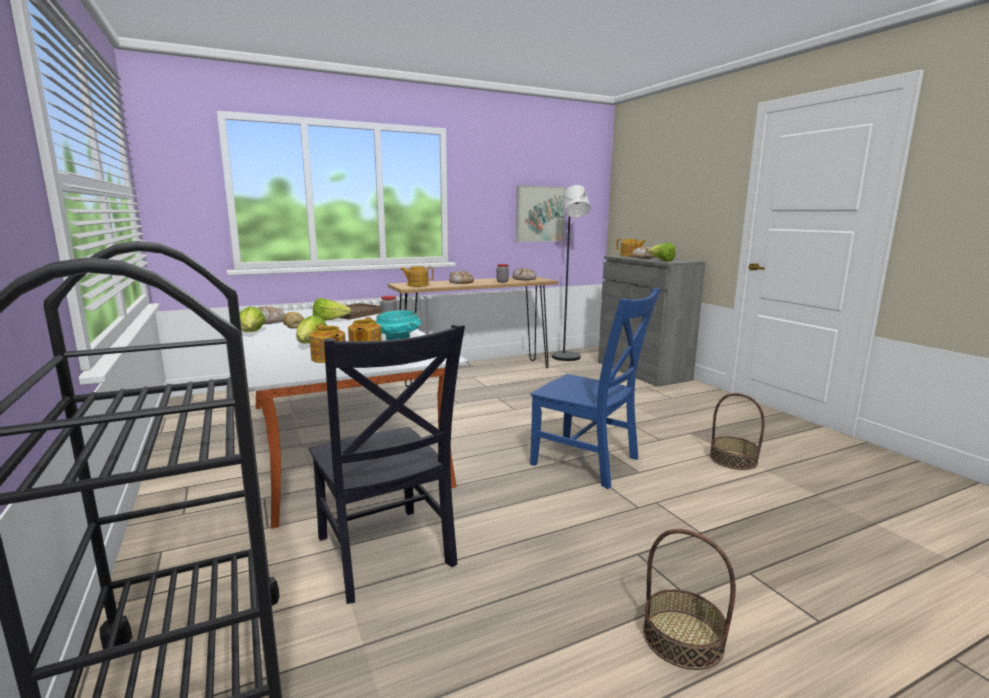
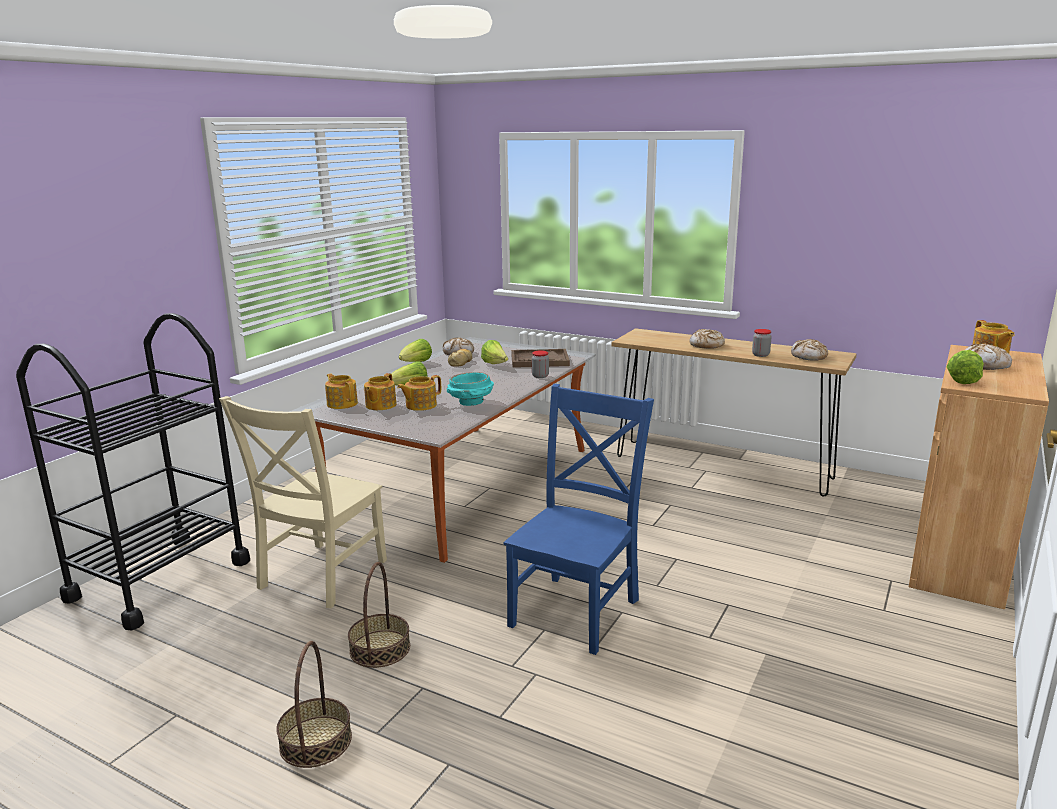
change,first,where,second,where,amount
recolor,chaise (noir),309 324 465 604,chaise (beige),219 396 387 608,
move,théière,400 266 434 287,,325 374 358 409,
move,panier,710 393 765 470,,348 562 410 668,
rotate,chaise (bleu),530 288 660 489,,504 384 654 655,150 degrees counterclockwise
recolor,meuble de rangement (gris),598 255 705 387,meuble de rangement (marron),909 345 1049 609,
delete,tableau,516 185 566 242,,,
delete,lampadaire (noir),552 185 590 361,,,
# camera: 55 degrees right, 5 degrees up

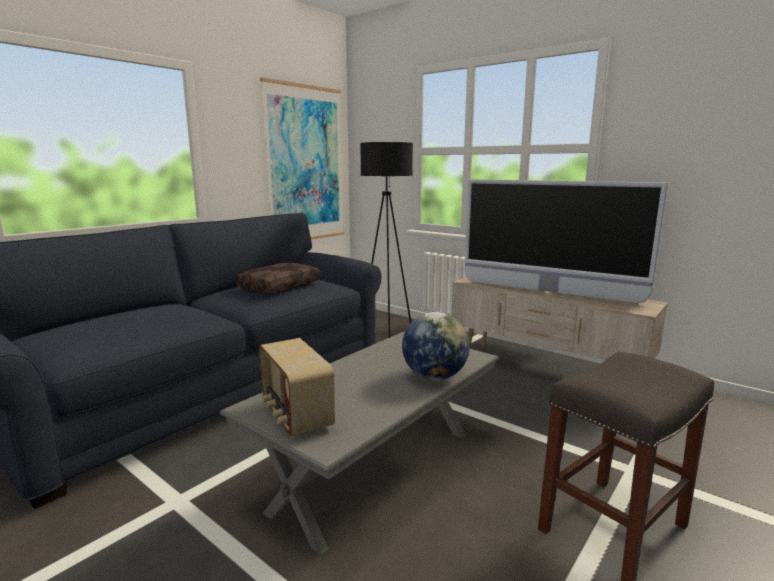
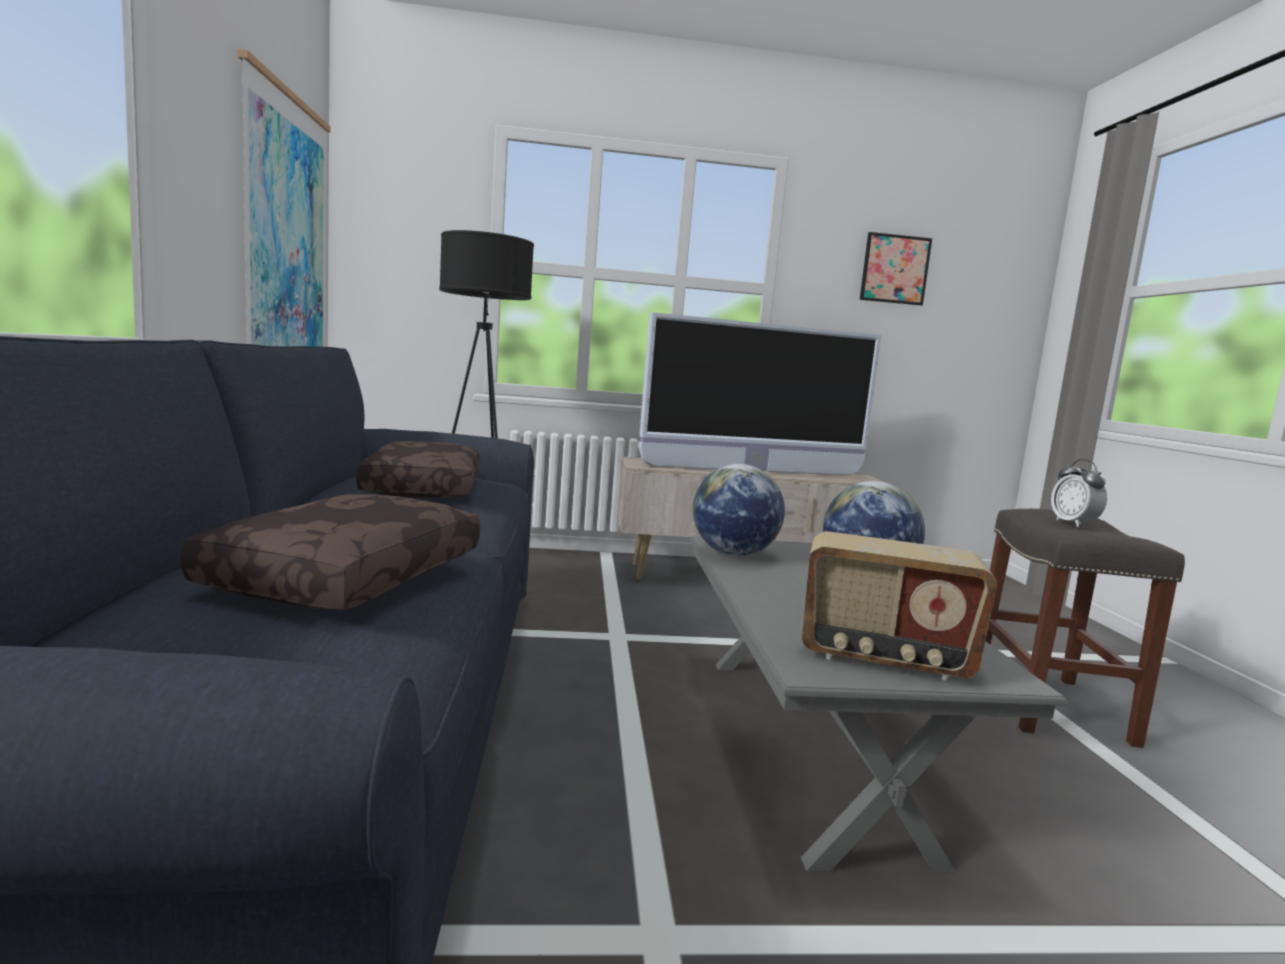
change,first,where,second,where,amount
insert,,,coussin (marron),181 494 480 610,
insert,,,globe,693 464 785 556,
insert,,,tableau,860 232 932 305,
insert,,,réveil,1051 459 1107 527,
# camera: 45 degrees left, 5 degrees down

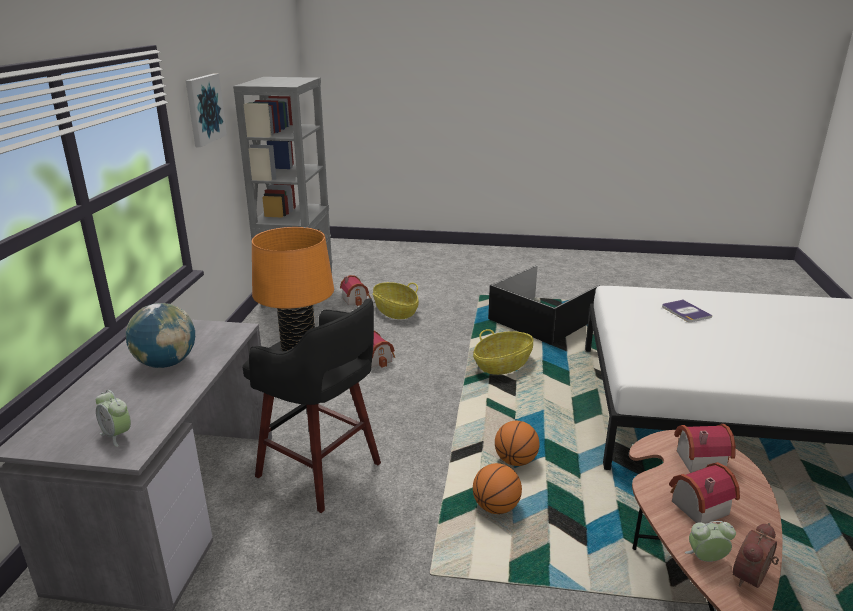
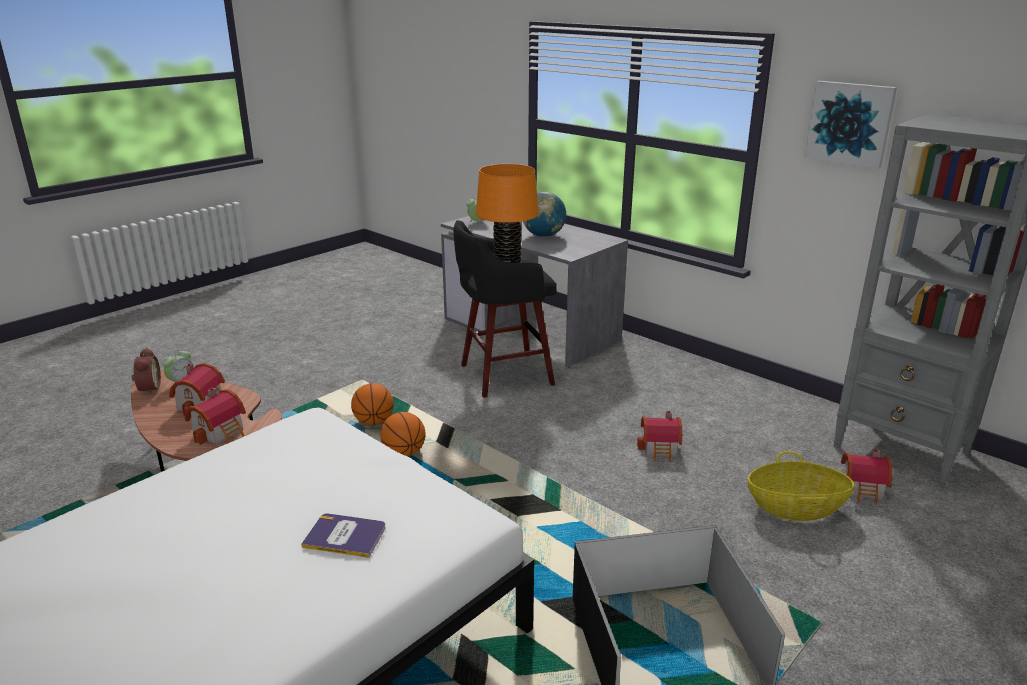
change,first,where,second,where,amount
delete,panier,473 329 533 375,,,
# camera: 125 degrees right, 0 degrees up

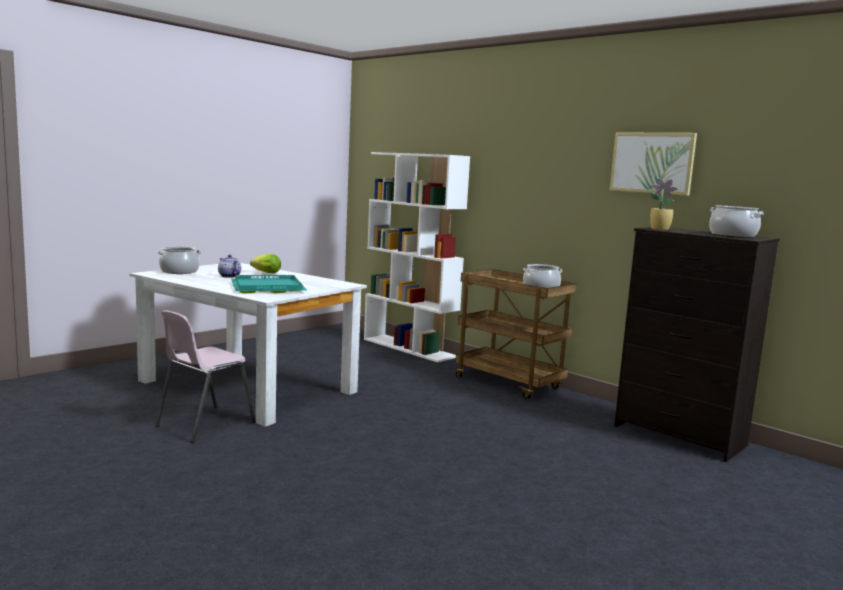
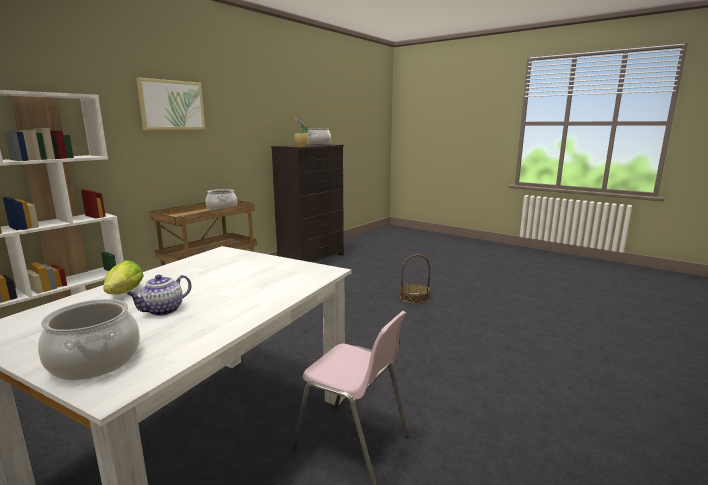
change,first,where,second,where,amount
move,tableau,610 132 697 196,,136 77 205 130,
insert,,,panier,400 254 430 304,
delete,plateau (turquoise),231 275 307 294,,,
# camera: 95 degrees left, 5 degrees up

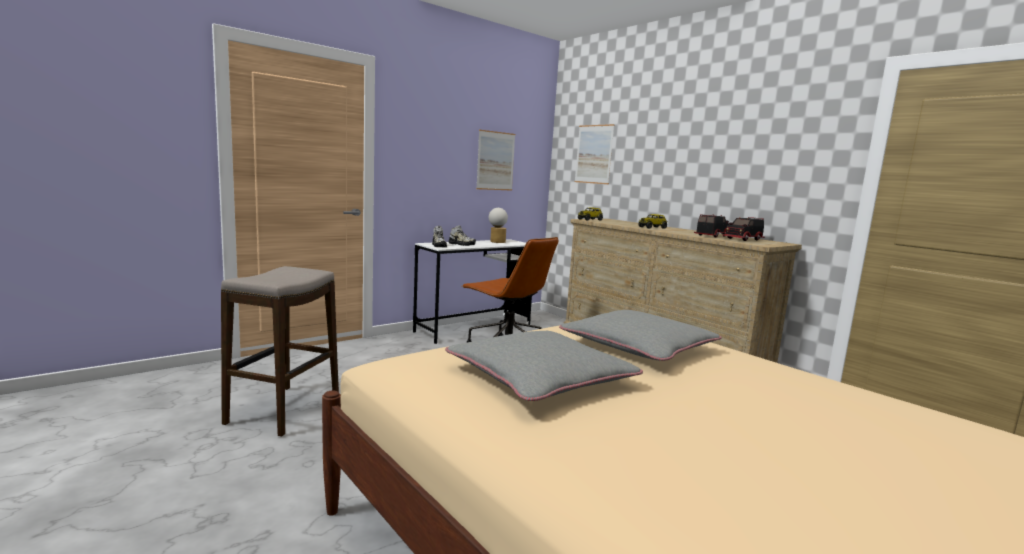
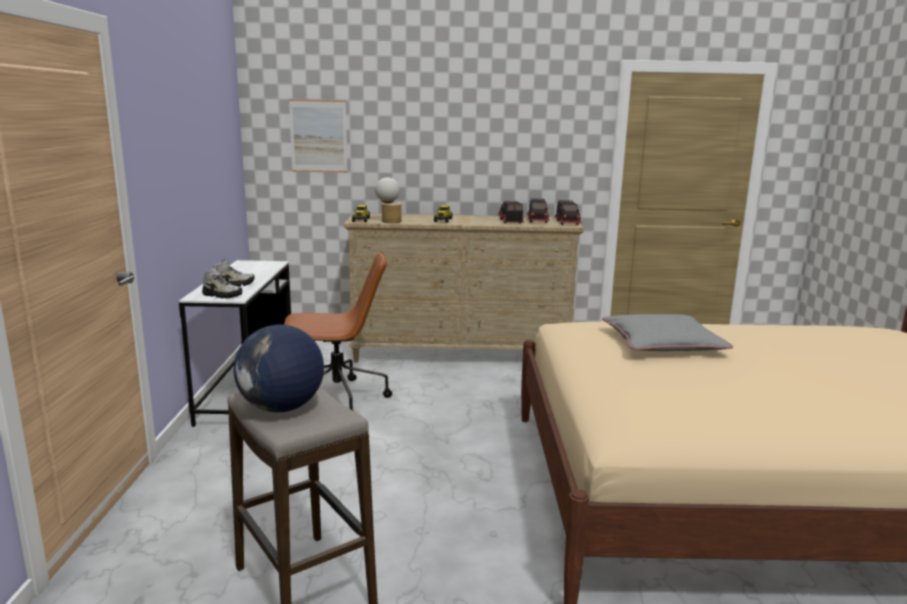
change,first,where,second,where,amount
insert,,,globe,234 324 324 412,
move,lampe de table,489 208 508 243,,375 177 402 223,
insert,,,camion jouet,555 200 581 225,
delete,coussin (gris),445 331 643 401,,,
delete,tableau,476 130 516 191,,,
# camera: 50 degrees left, 5 degrees up

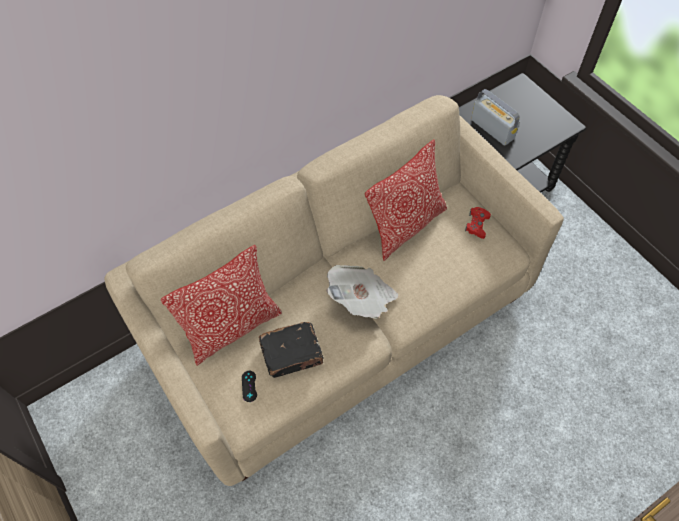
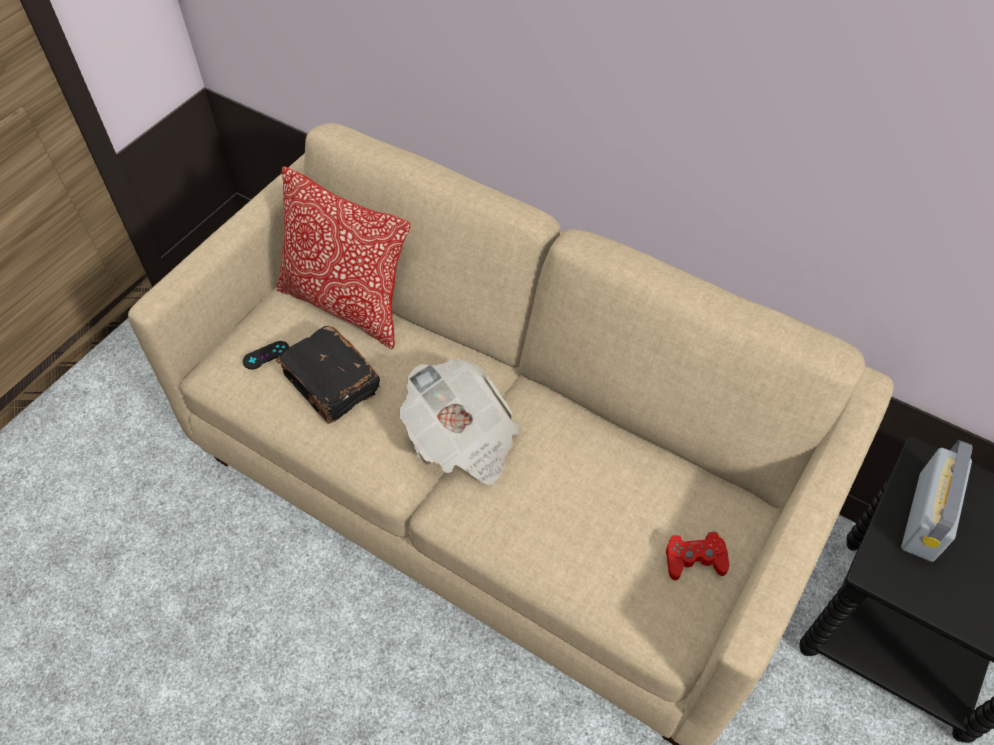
change,first,where,second,where,amount
delete,coussin,365 140 447 261,,,
# camera: 65 degrees right, 5 degrees down

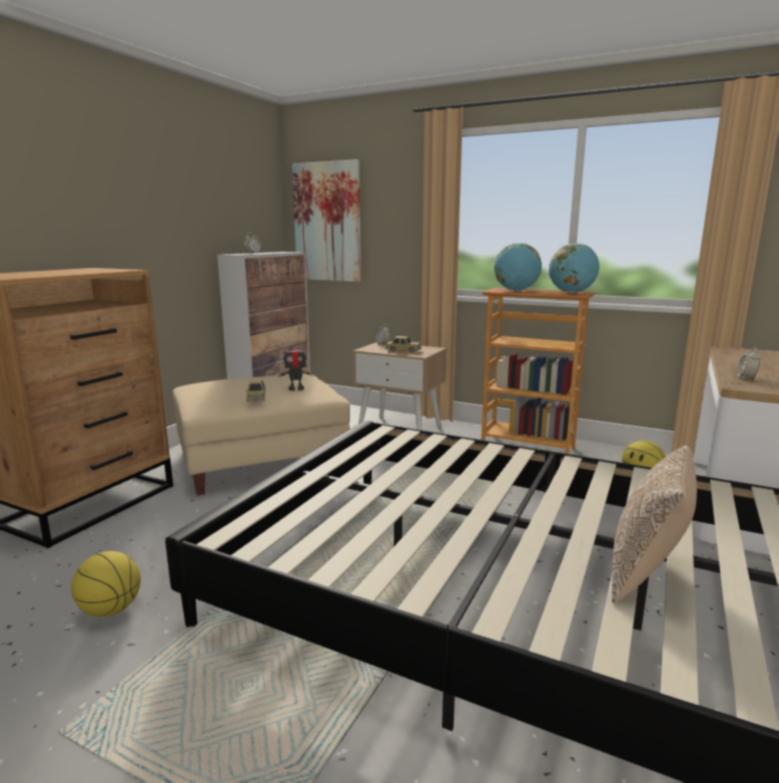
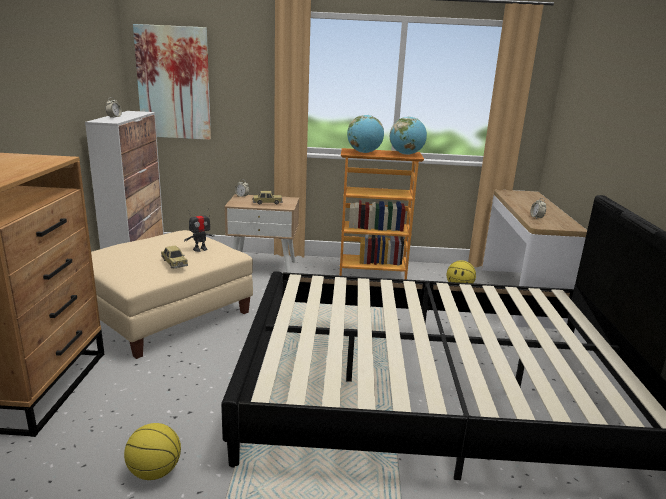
change,first,where,second,where,amount
delete,coussin,612 445 697 604,,,
# camera: 25 degrees left, 5 degrees up

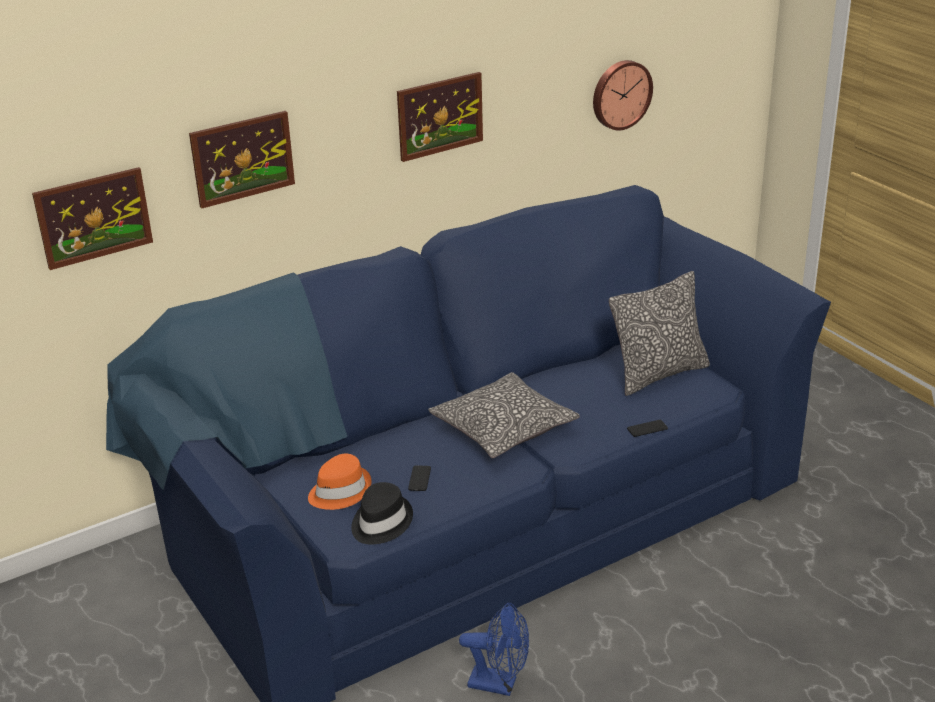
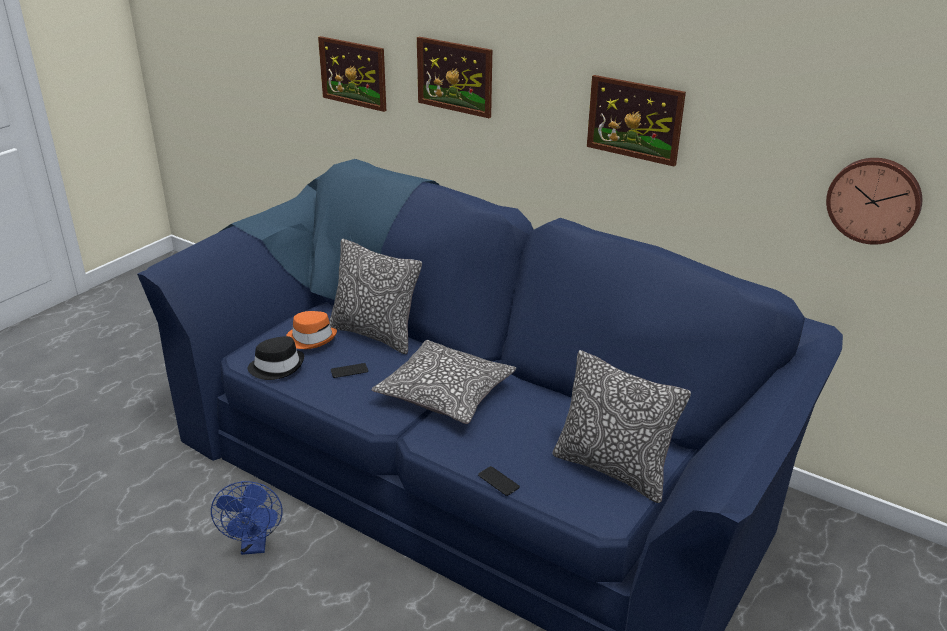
change,first,where,second,where,amount
insert,,,coussin,329 239 422 354,
# camera: 65 degrees right, 0 degrees up

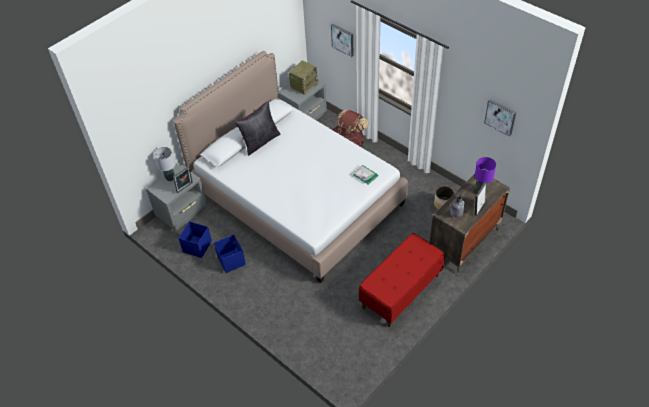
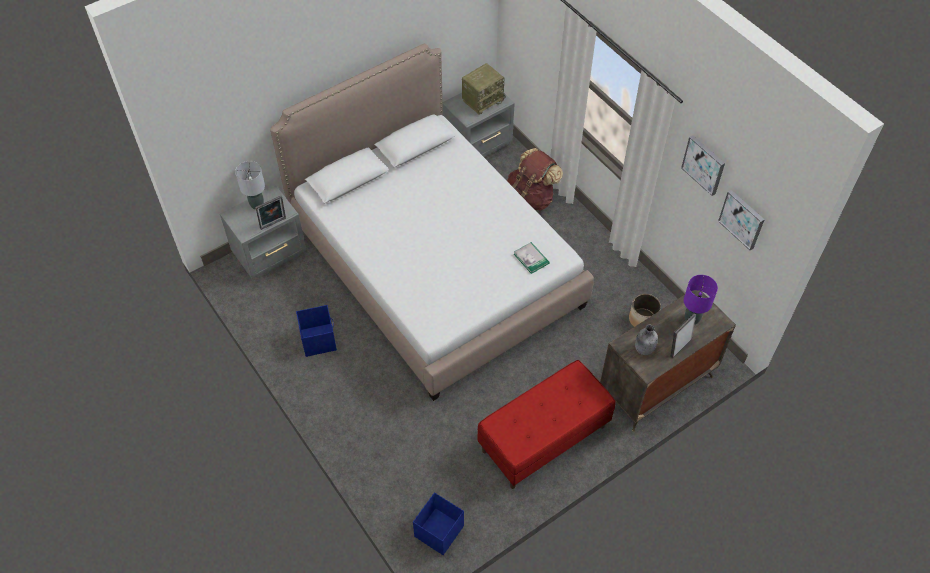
change,first,where,second,where,amount
move,boîte de rangement (bleu),178 221 212 258,,413 492 464 555,
move,tableau,331 24 353 57,,681 135 725 196,
delete,coussin (noir),235 101 280 156,,,
# camera: 10 degrees right, 5 degrees up

